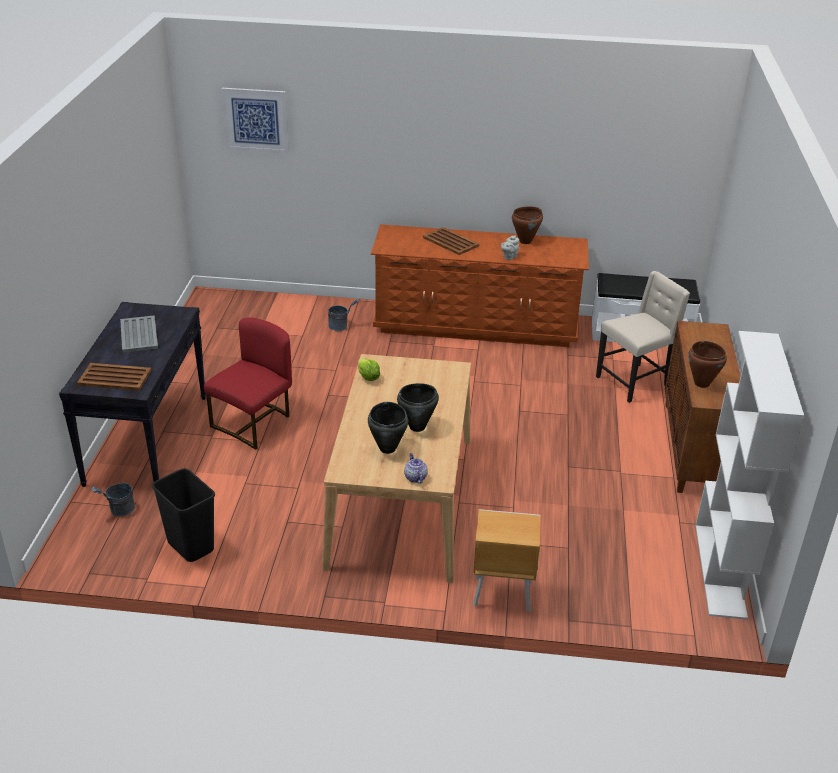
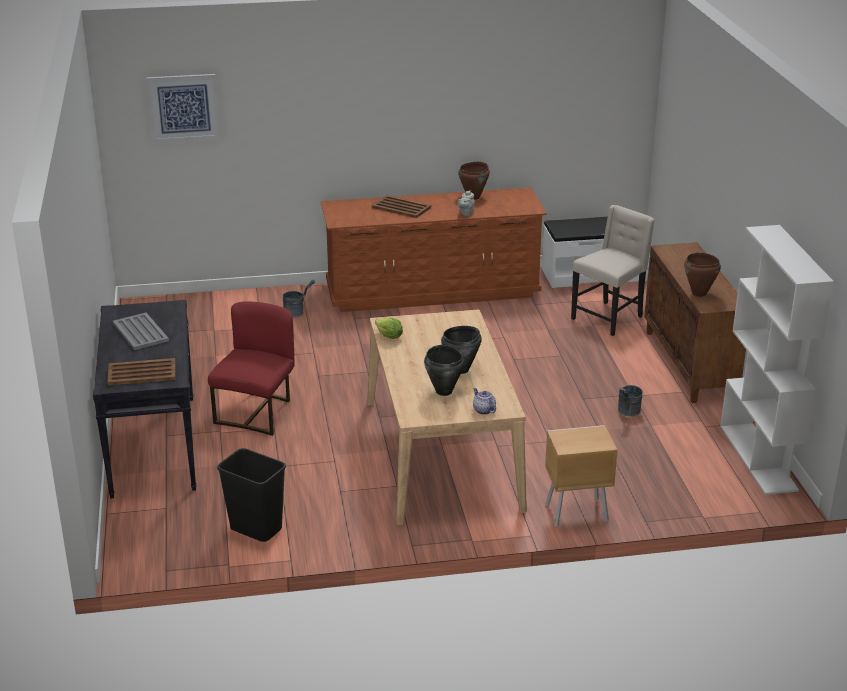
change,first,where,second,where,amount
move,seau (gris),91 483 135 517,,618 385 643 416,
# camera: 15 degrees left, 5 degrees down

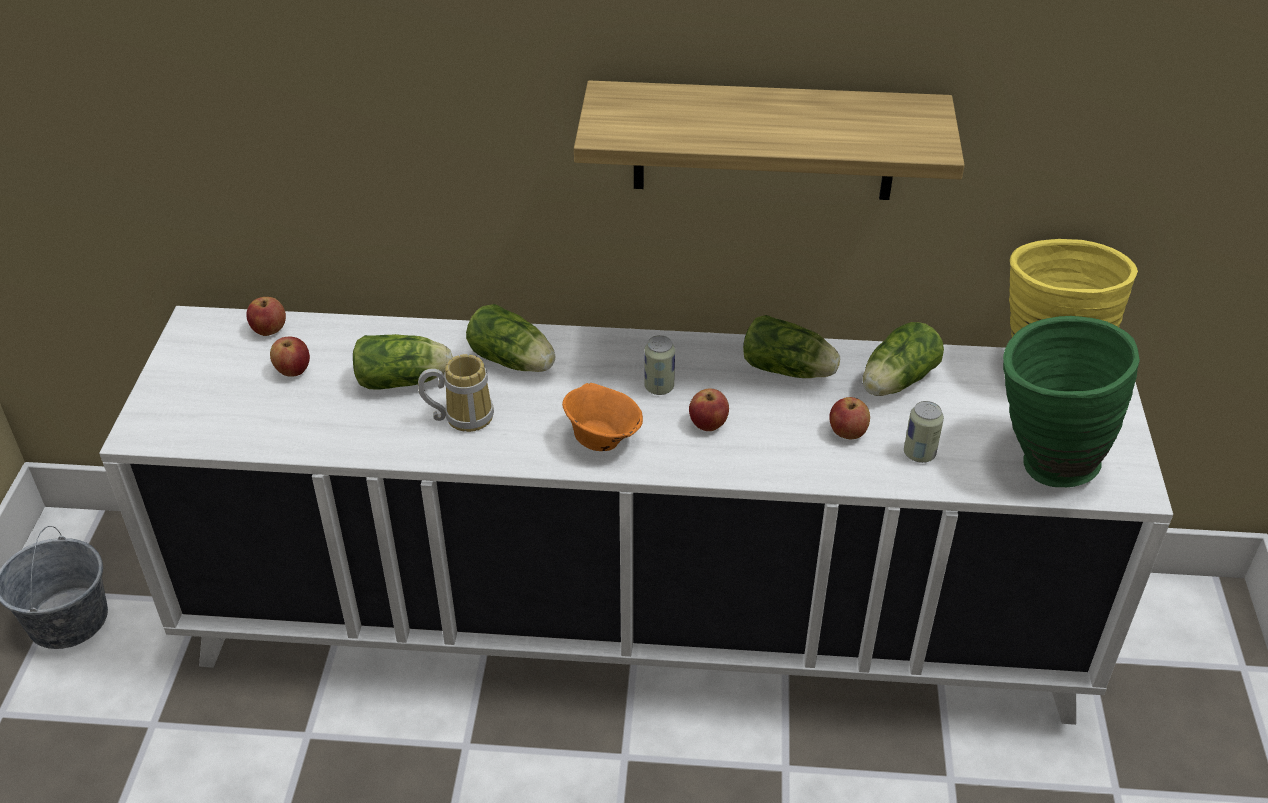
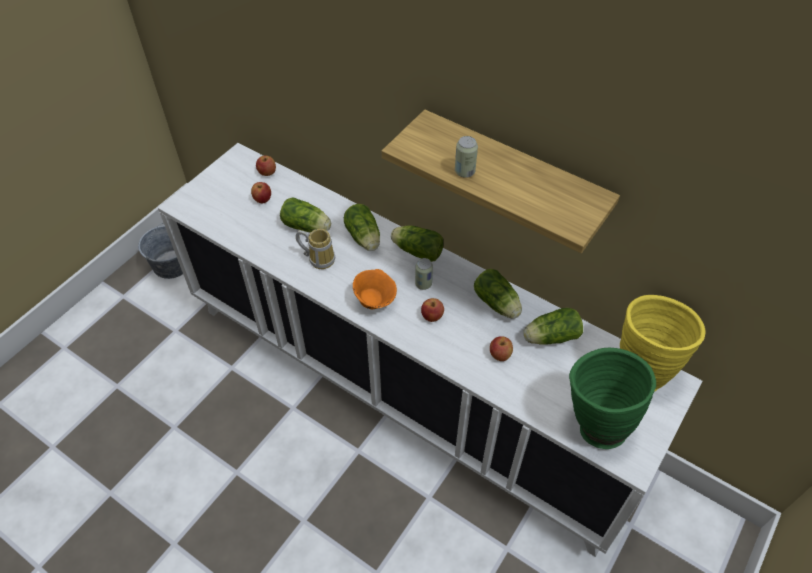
change,first,where,second,where,amount
insert,,,laitue,391 226 443 262,
move,boîte métallique,904 401 944 463,,455 136 478 178,
# camera: 30 degrees right, 10 degrees up

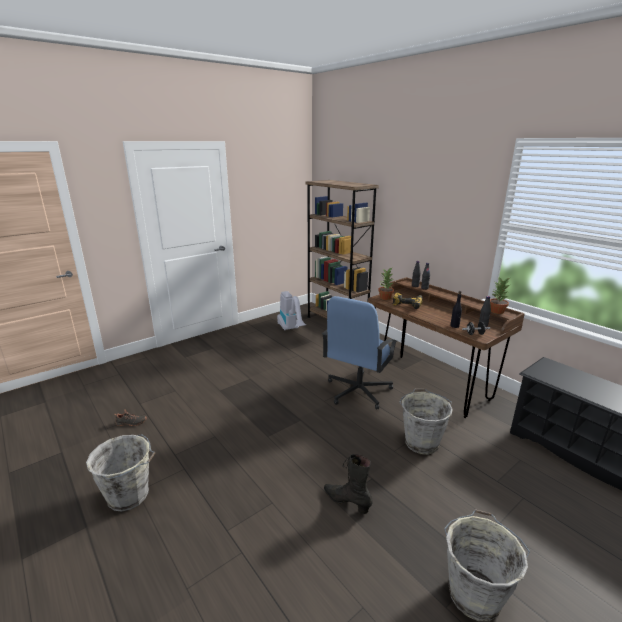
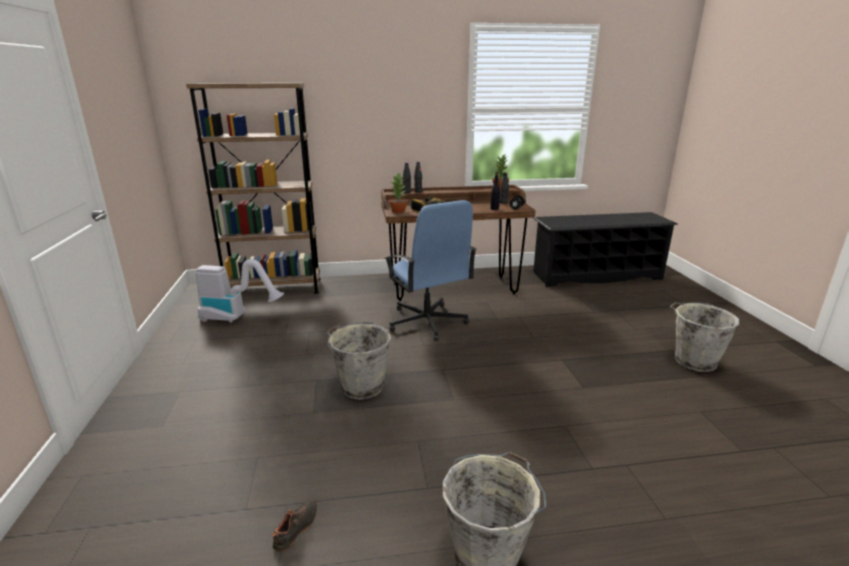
change,first,where,second,where,amount
move,seau (gris),399 389 453 455,,327 322 391 400,
delete,botte (noir),324 454 373 514,,,
# camera: 60 degrees left, 0 degrees up

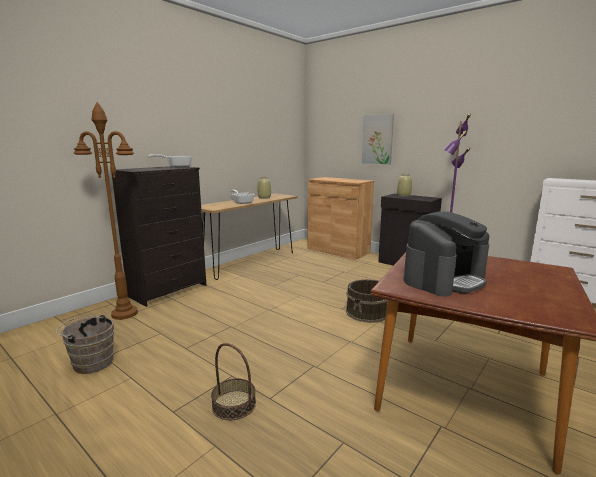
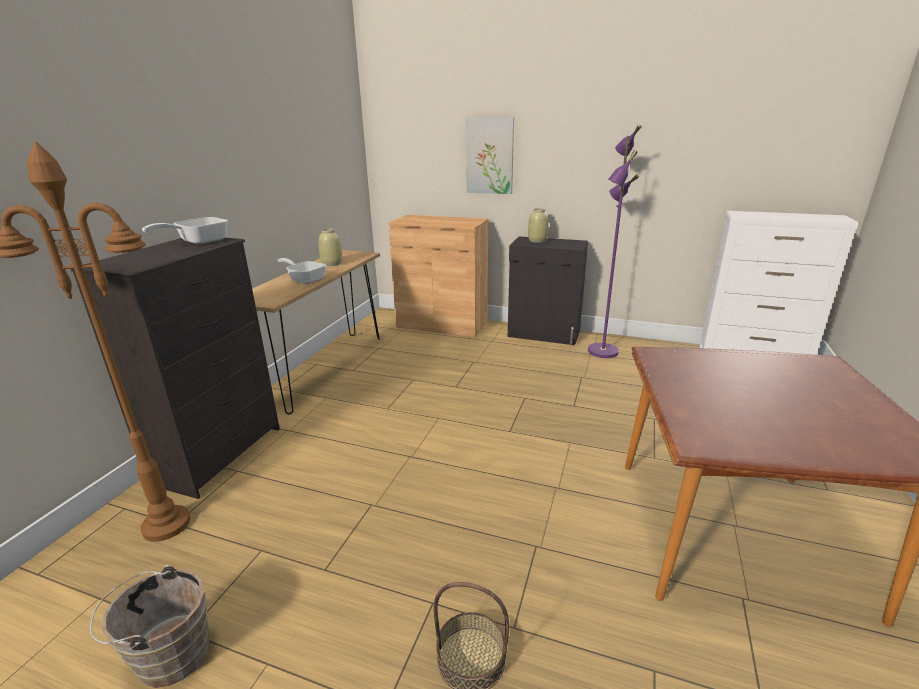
change,first,where,second,where,amount
delete,seau (marron),346 279 388 323,,,
delete,machine à café,404 211 489 297,,,
# camera: 20 degrees left, 10 degrees up

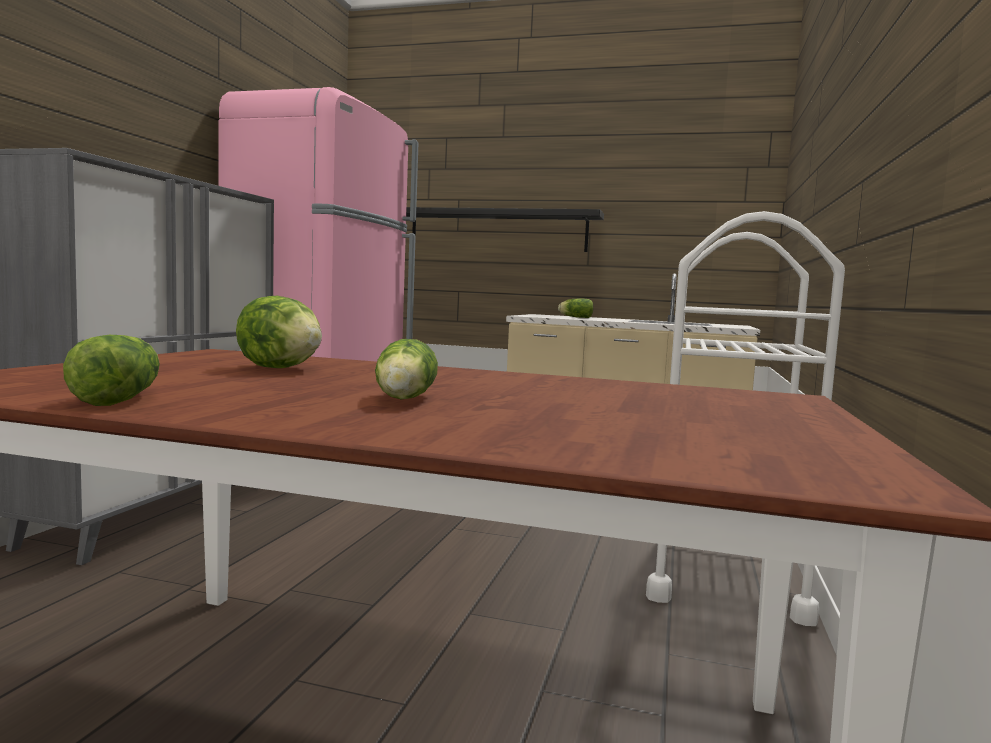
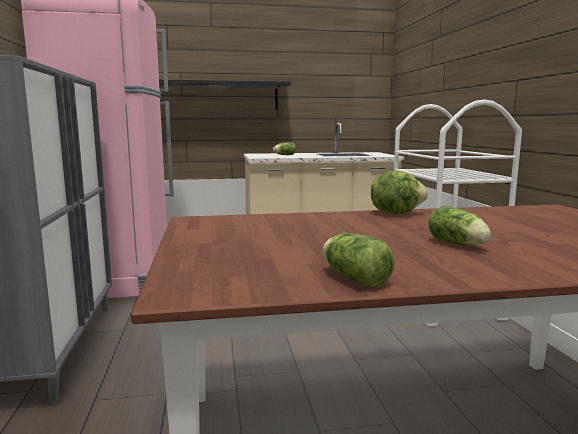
change,first,where,second,where,amount
move,laitue,236 296 322 368,,371 171 428 214,
# camera: 25 degrees left, 5 degrees up

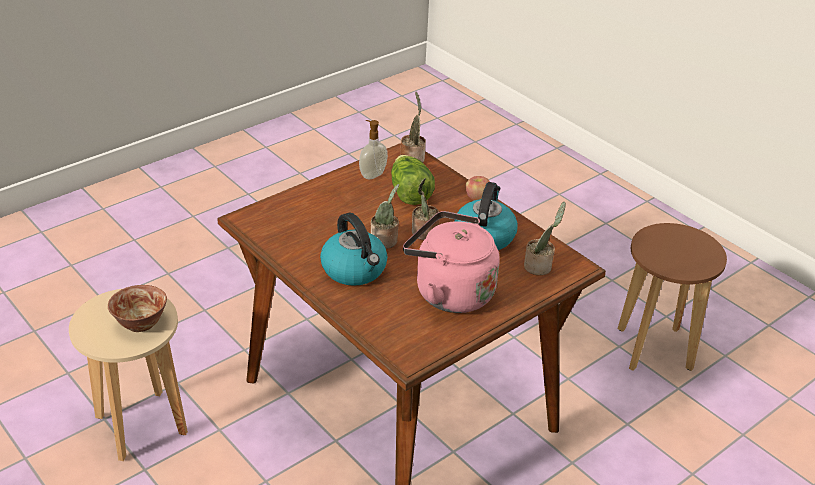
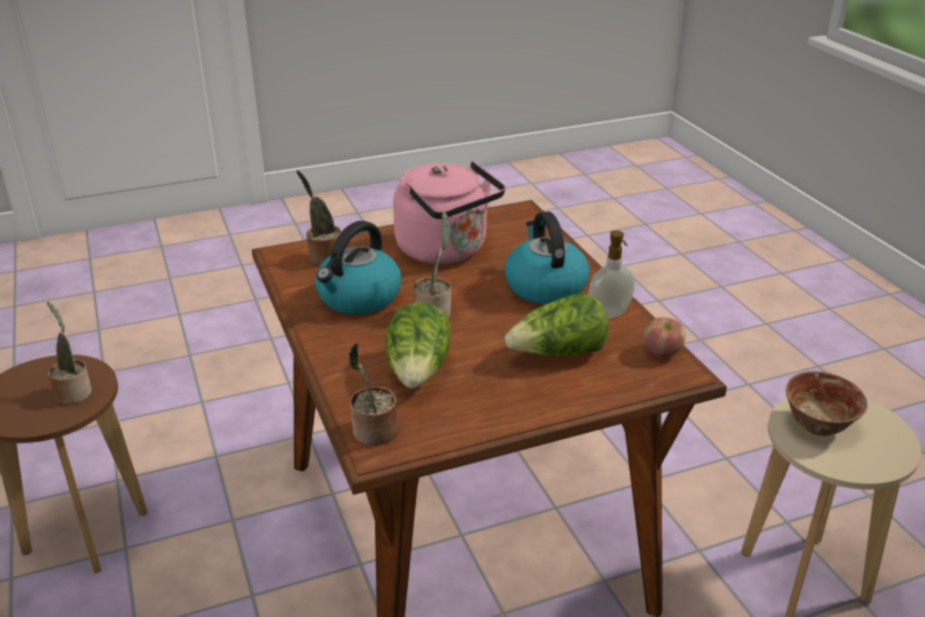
change,first,where,second,where,amount
move,plante en pot,371 184 399 249,,47 302 92 405,
insert,,,laitue,505 293 609 356,
move,distributeur de savon,359 120 388 179,,588 230 635 319,
move,pomme,465 176 490 201,,643 317 685 357,
# camera: 160 degrees left, 5 degrees down

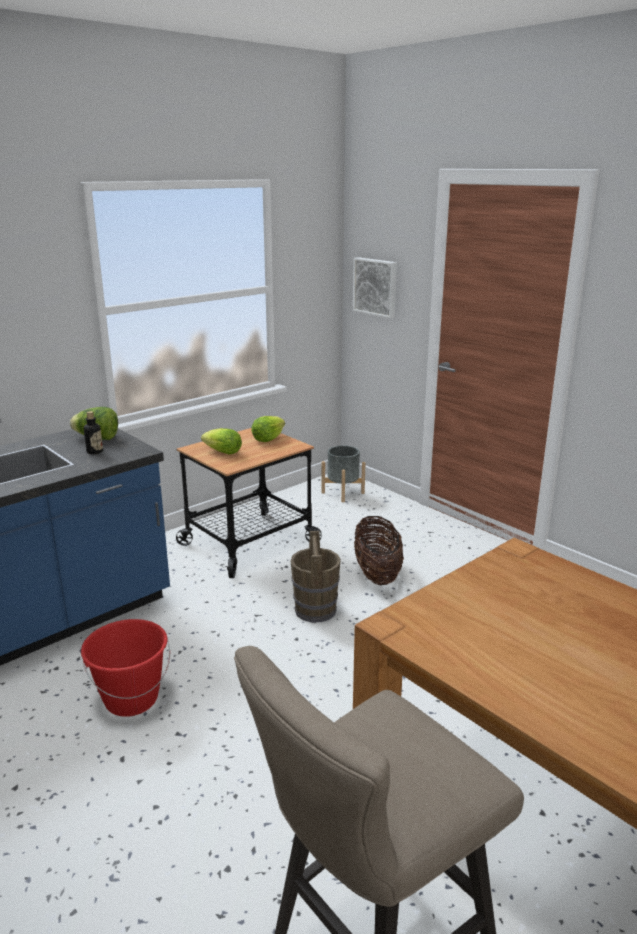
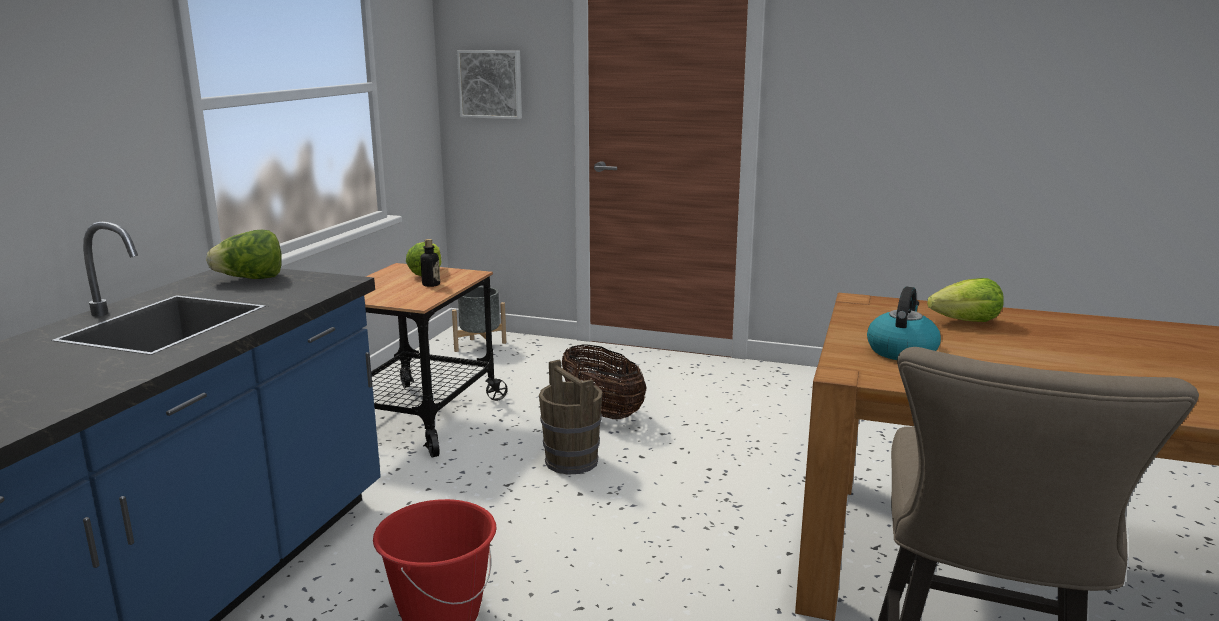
change,first,where,second,where,amount
move,bouteille,84 411 103 454,,420 239 440 287,
insert,,,bouilloire,867 287 941 360,
move,laitue,201 428 242 455,,927 278 1004 322,
# camera: 30 degrees left, 5 degrees down

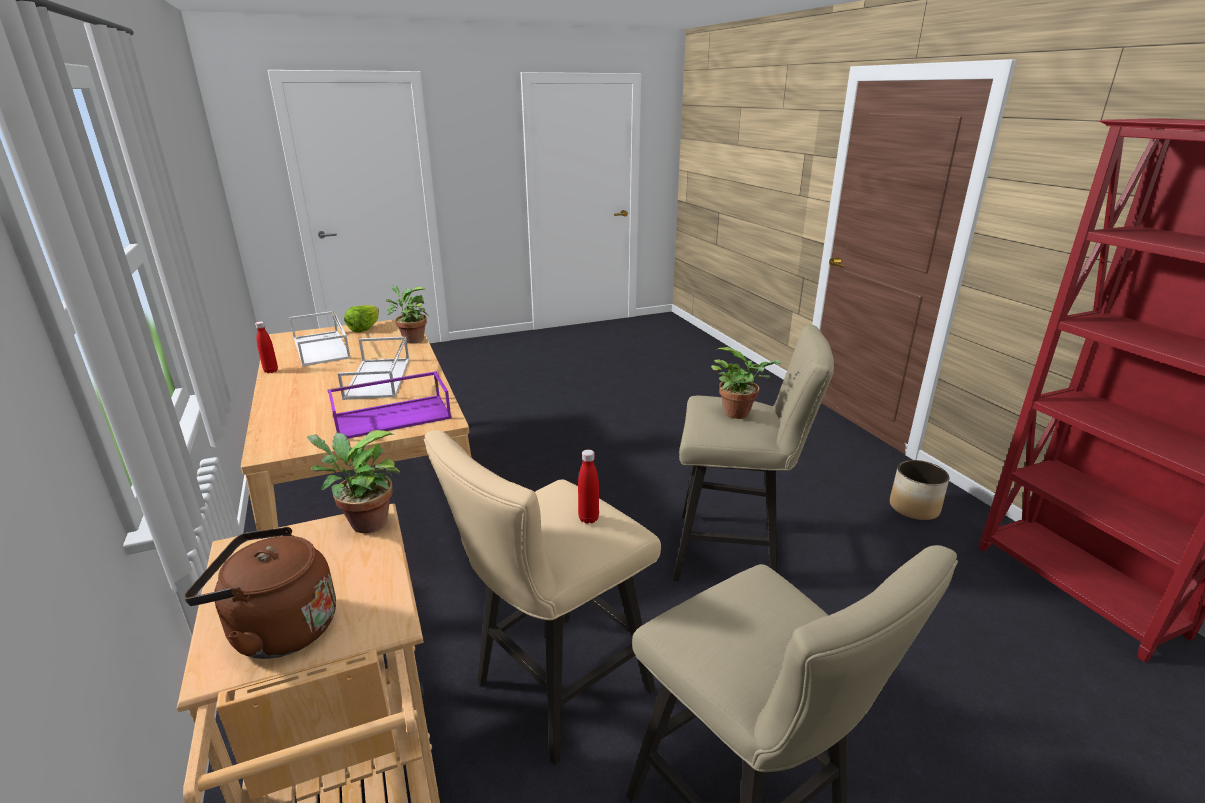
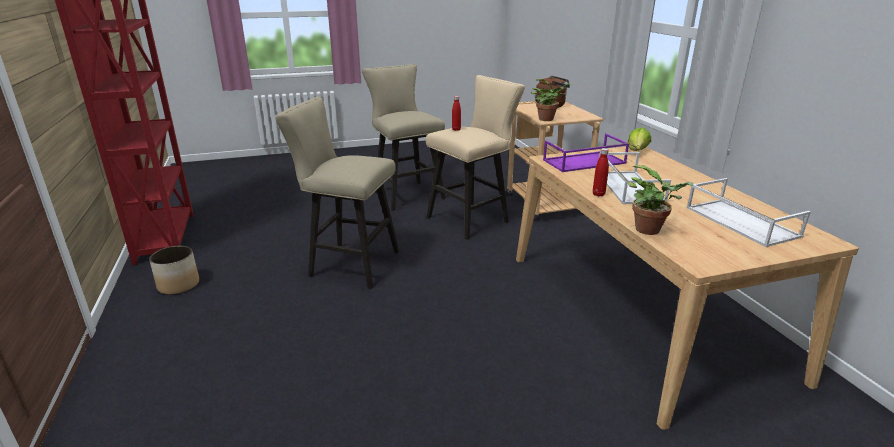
change,first,where,second,where,amount
move,bouteille (rouge),255 321 278 373,,593 148 609 196,
move,laitue,344 305 379 333,,627 127 651 151,
delete,plante en pot,711 347 782 419,,,
# camera: 175 degrees left, 0 degrees up

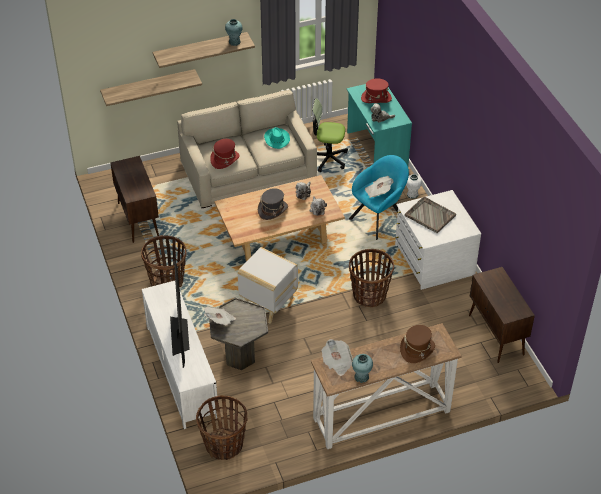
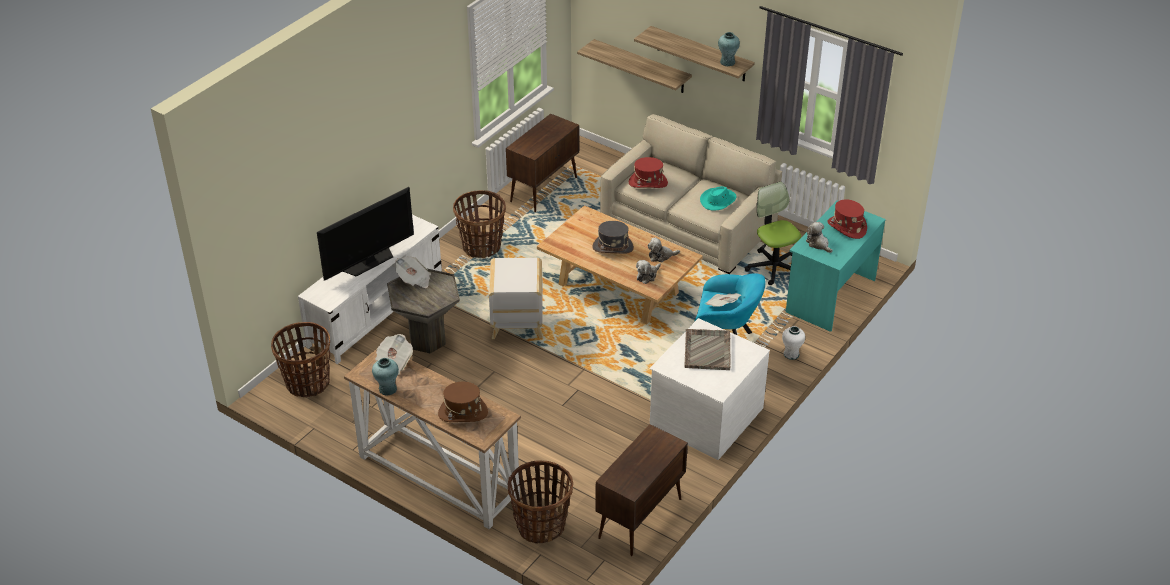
change,first,where,second,where,amount
move,panier,349 249 394 307,,508 461 573 544,
# camera: 55 degrees right, 5 degrees down

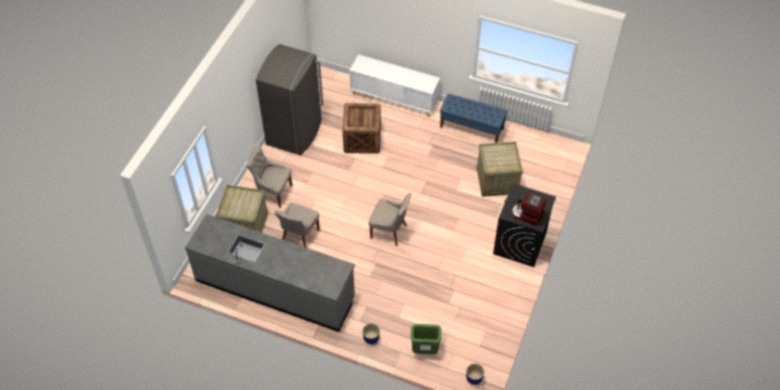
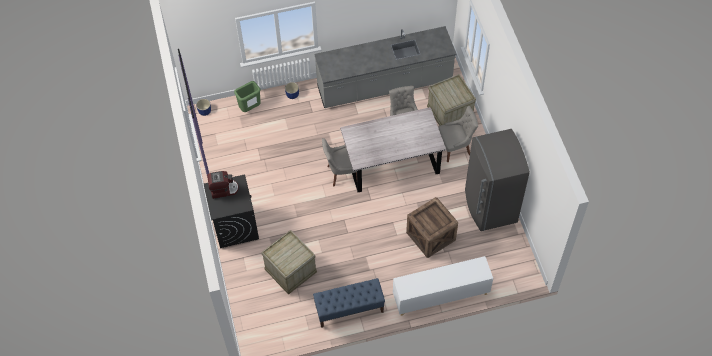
change,first,where,second,where,amount
insert,,,table à manger (gris),340 107 446 192,
# camera: 145 degrees right, 5 degrees up

